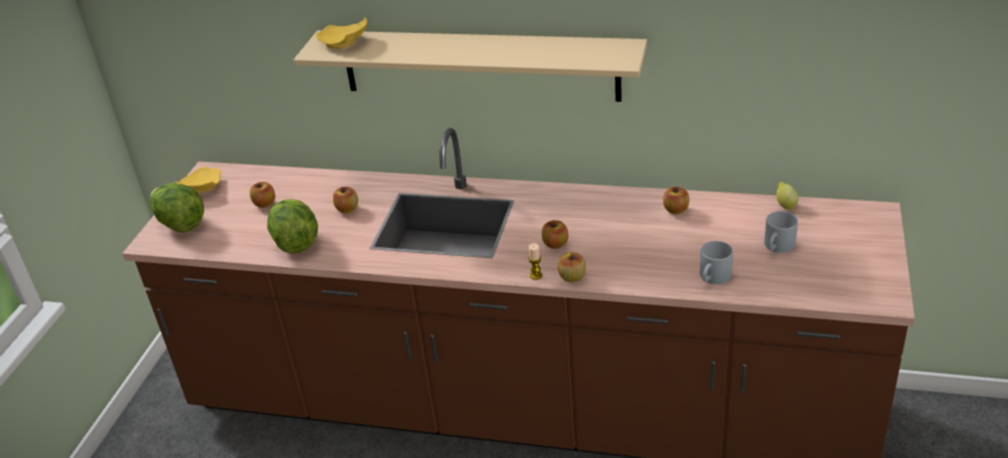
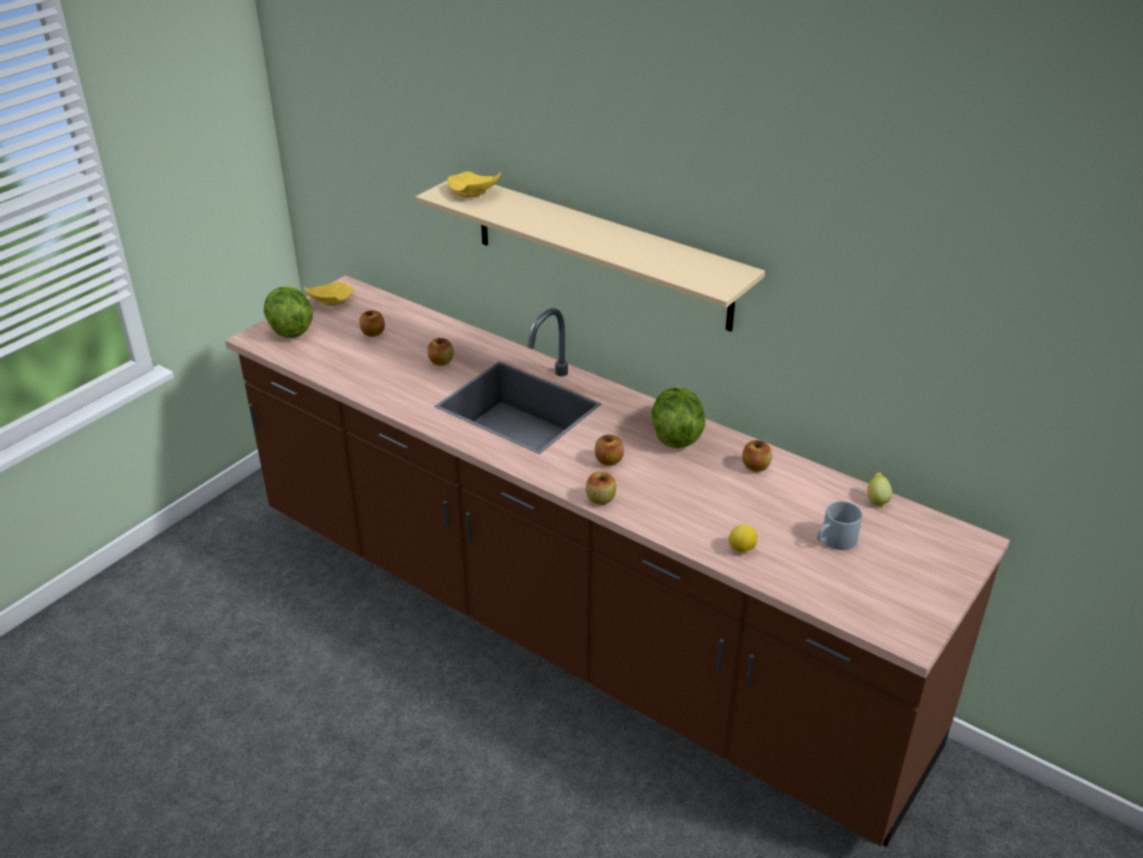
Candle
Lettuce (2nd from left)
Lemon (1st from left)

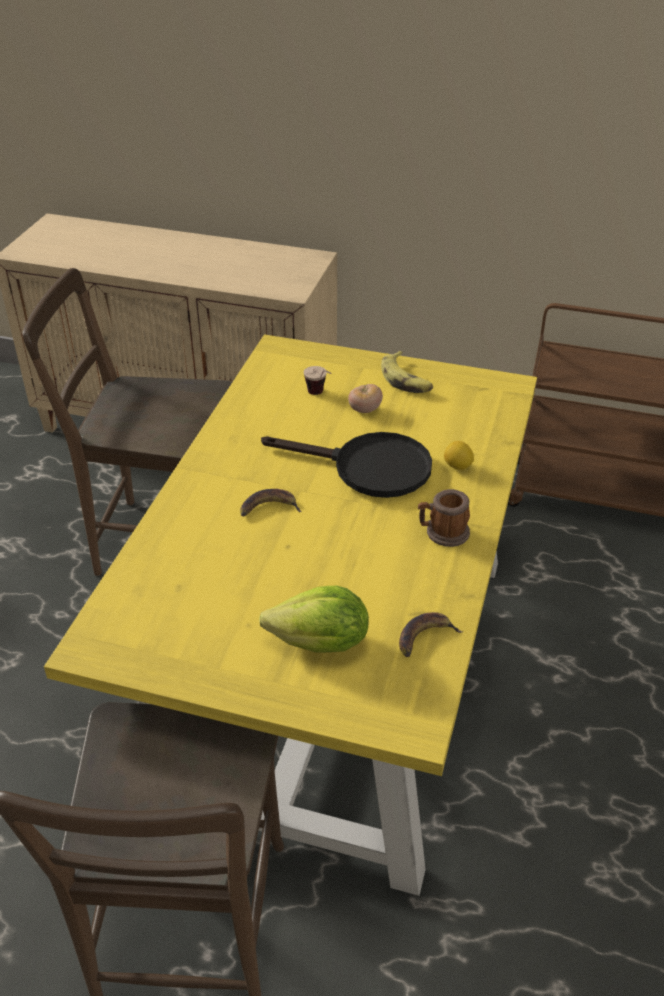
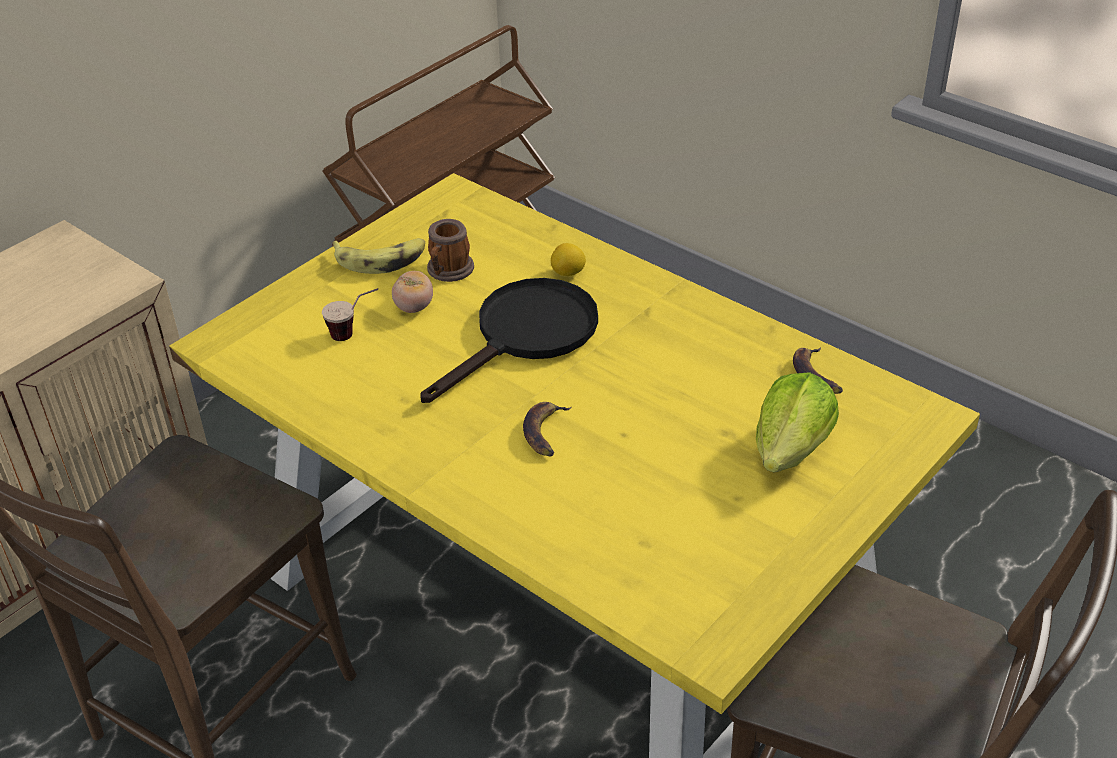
Mug

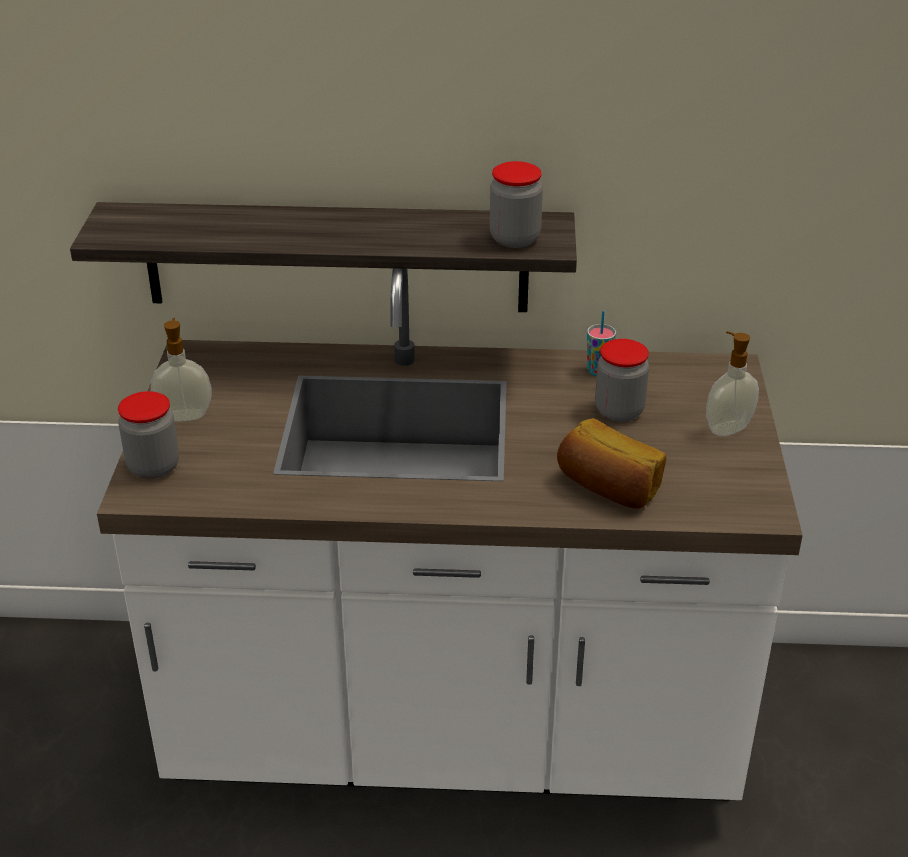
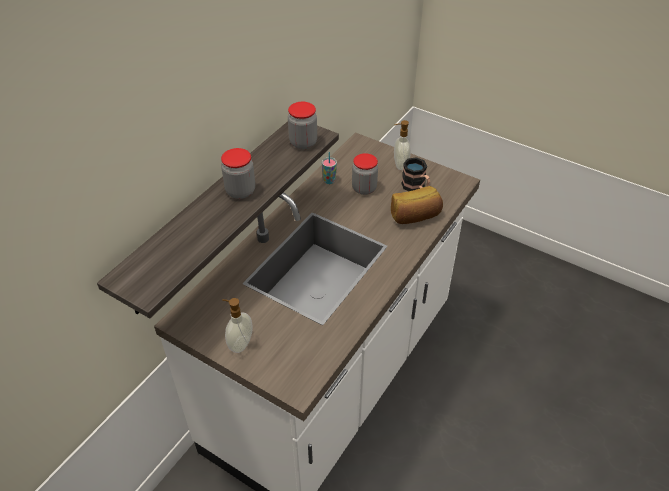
Mug
Jar (1st from left)

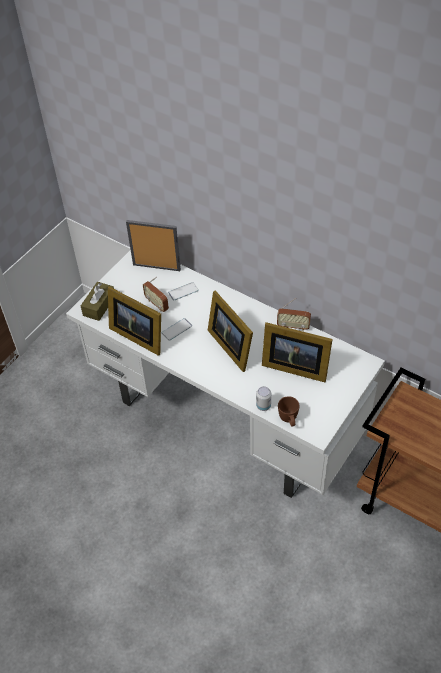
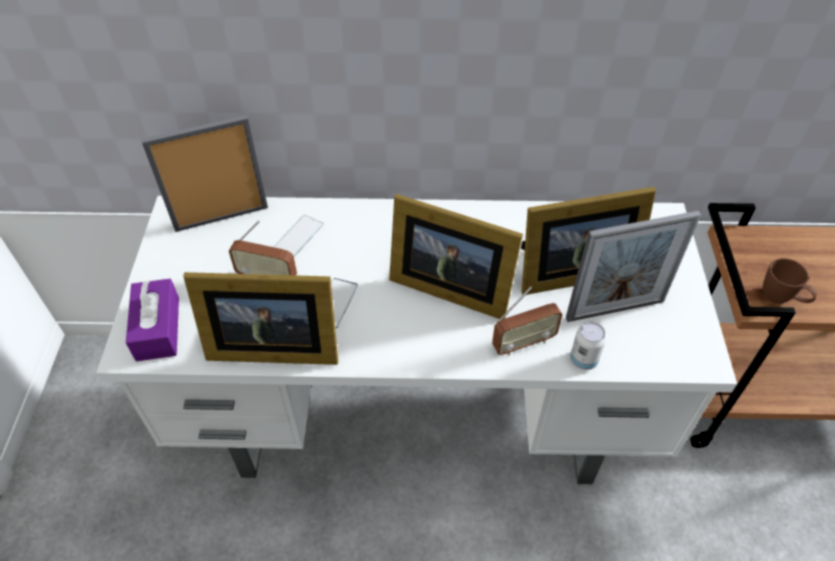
PictureFrame (5th from left)
Radio (2nd from left)
BrownMug
PurpleTissueBox

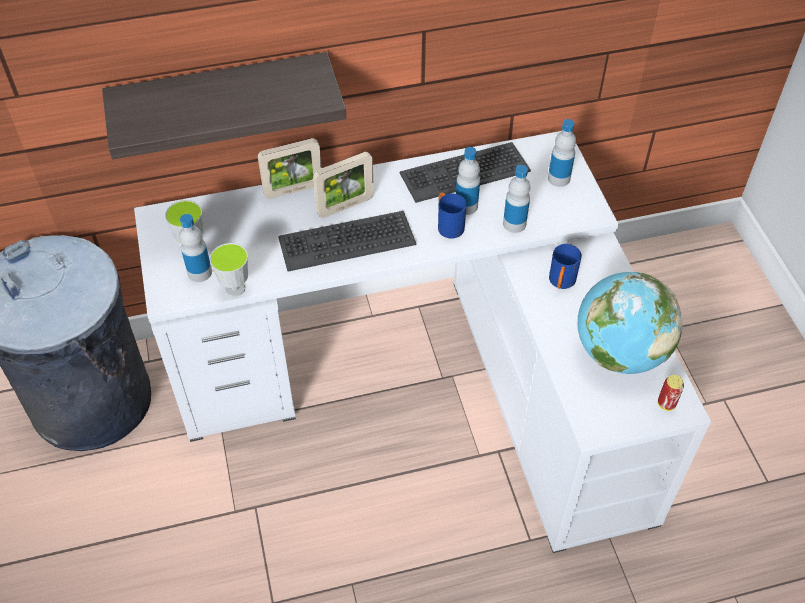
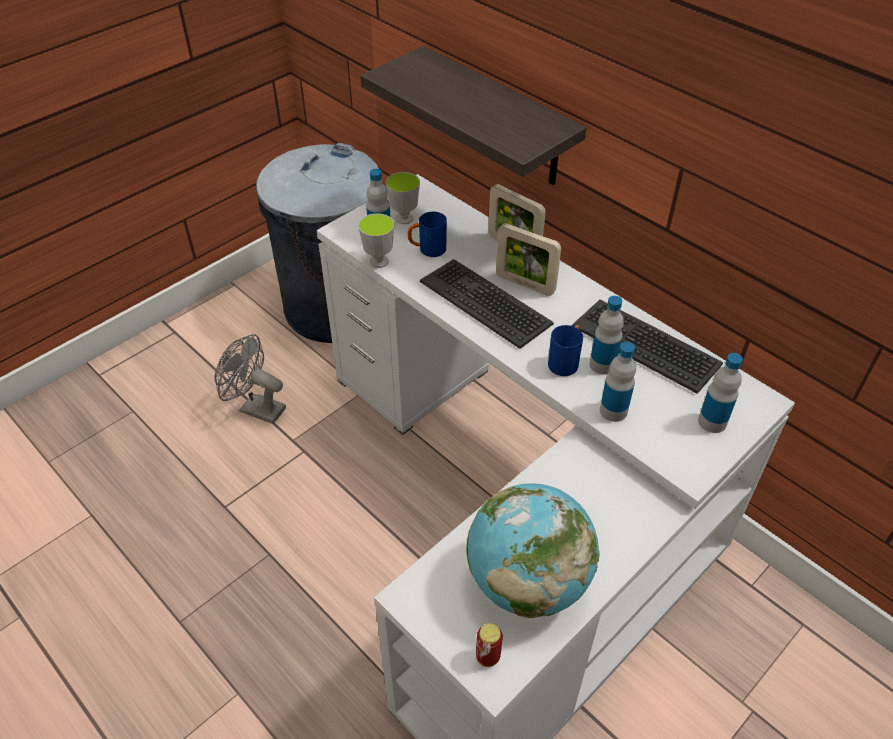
GreyFan
BlueMug (1st from left)

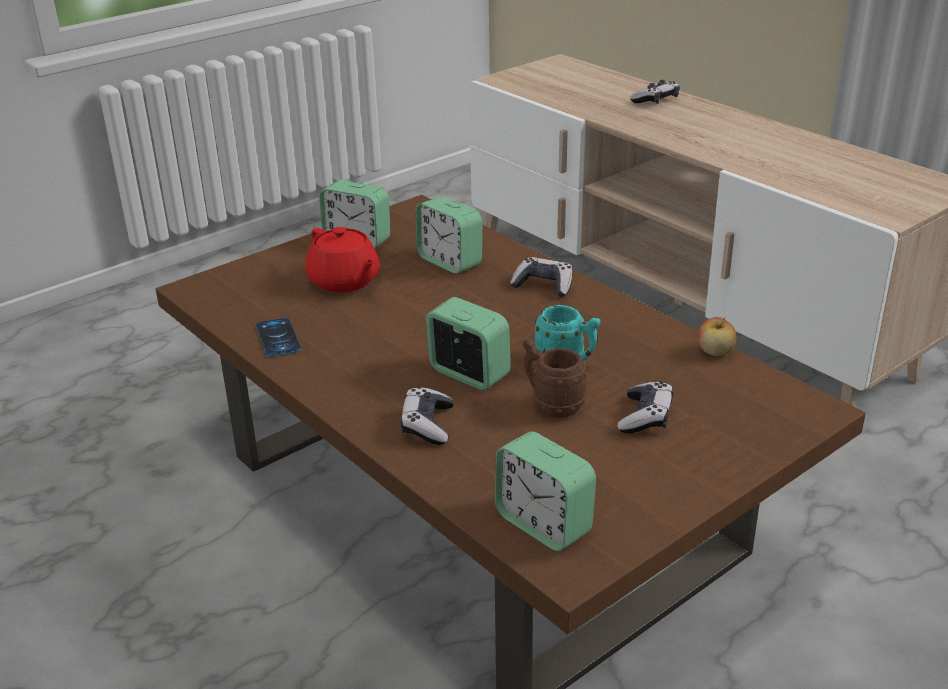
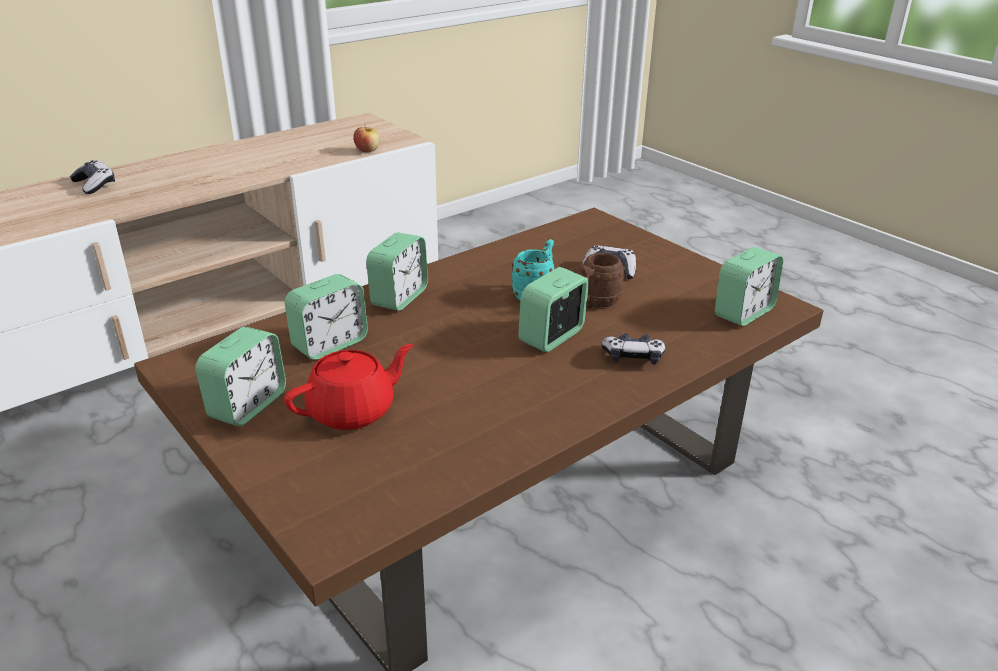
Phone
Apple
AlarmClock (3rd from left)

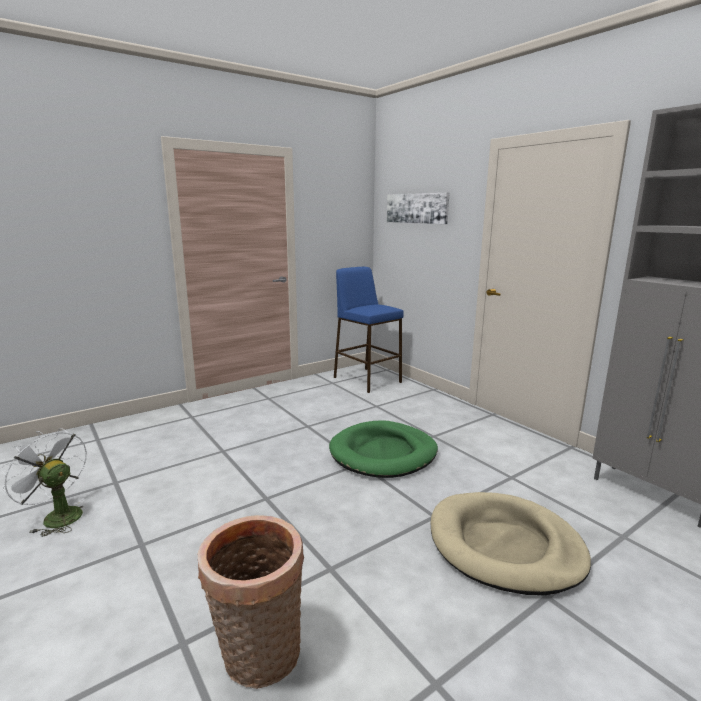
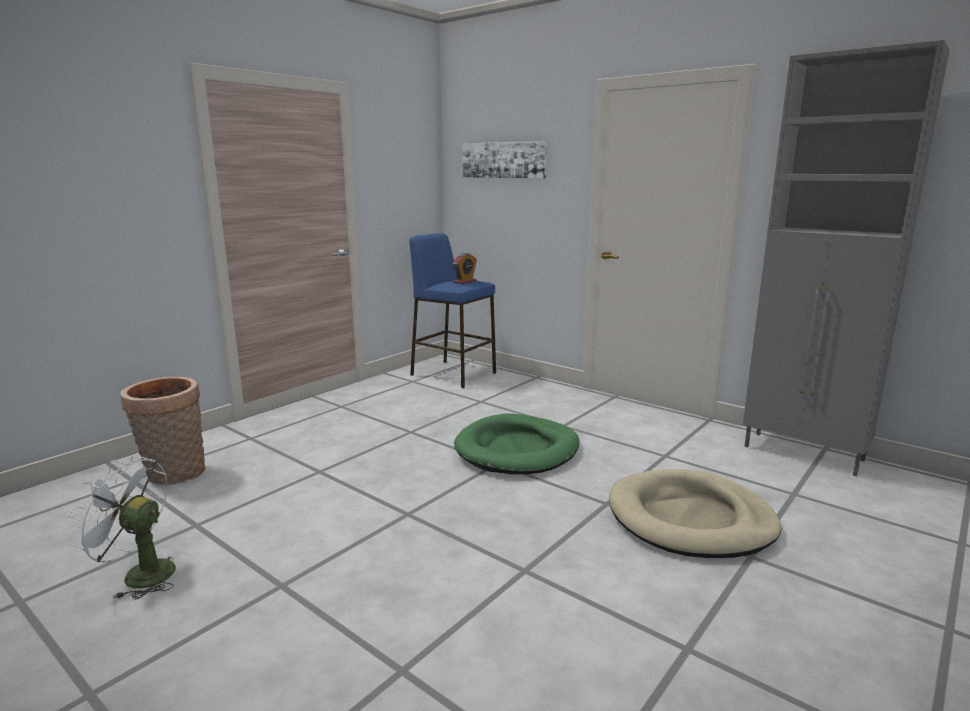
AlarmClock
Basket

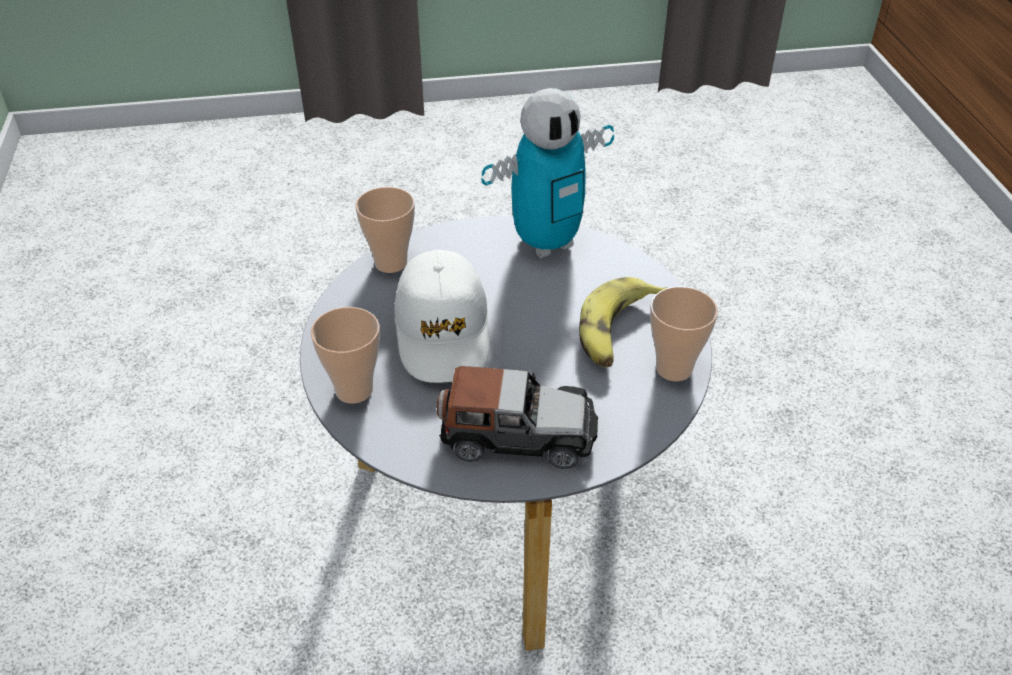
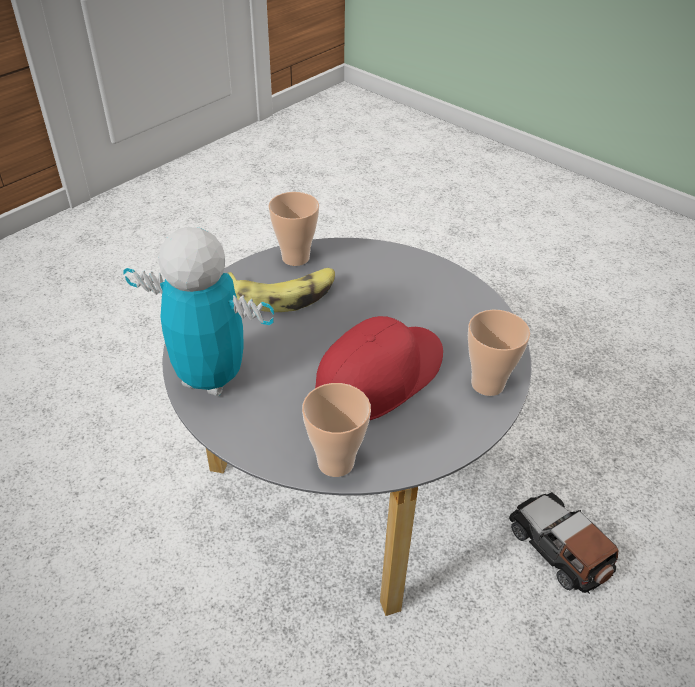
ToyCar
RedCap

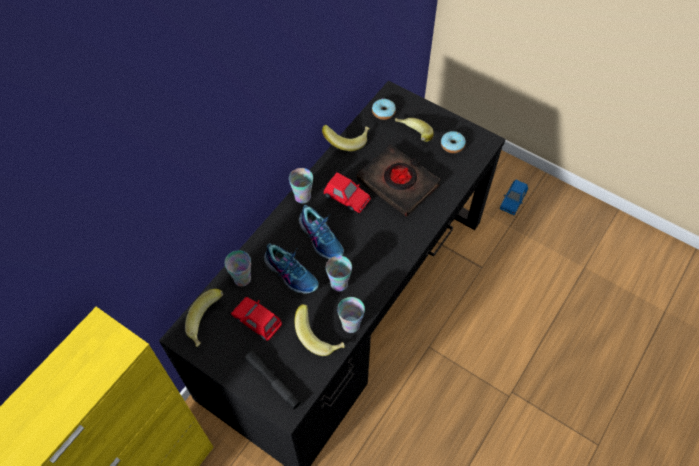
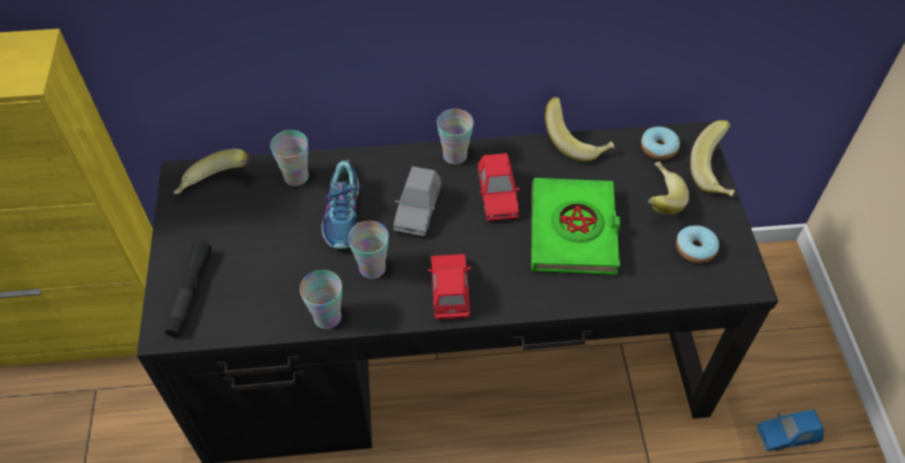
RedToyCar (1st from left)
Banana (4th from left)
GreyToyCar
GreenBook

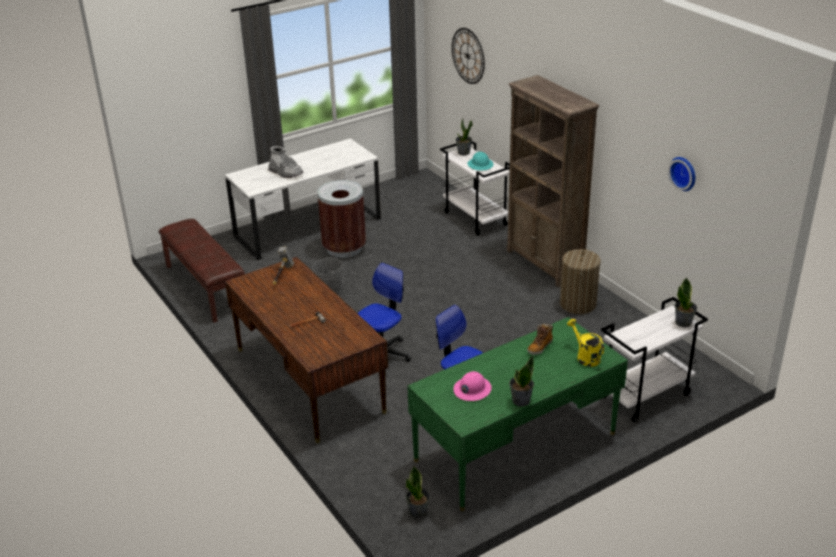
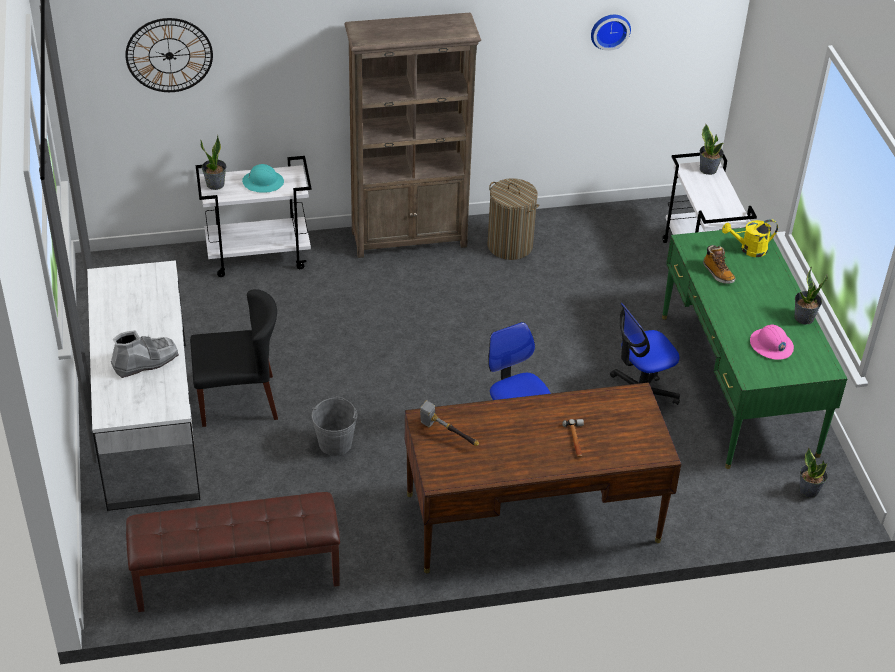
BlackChair

